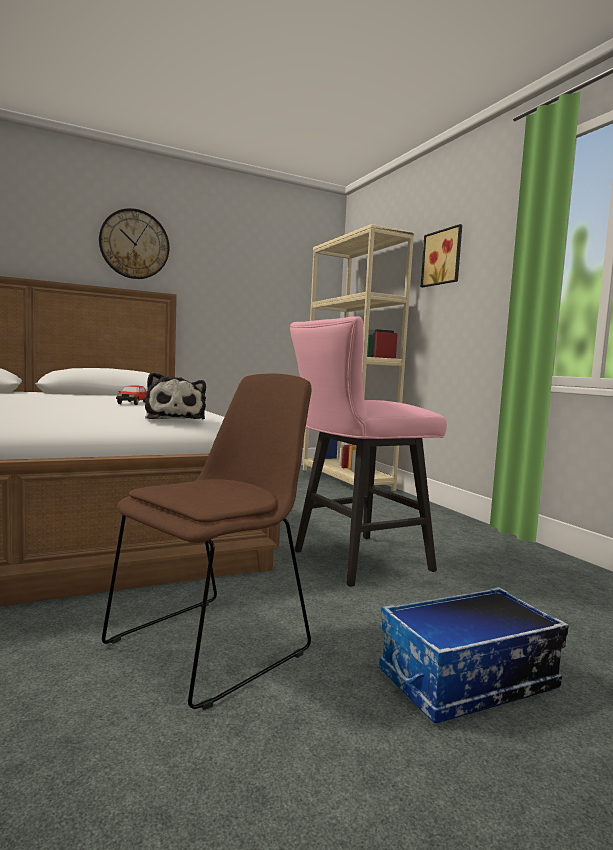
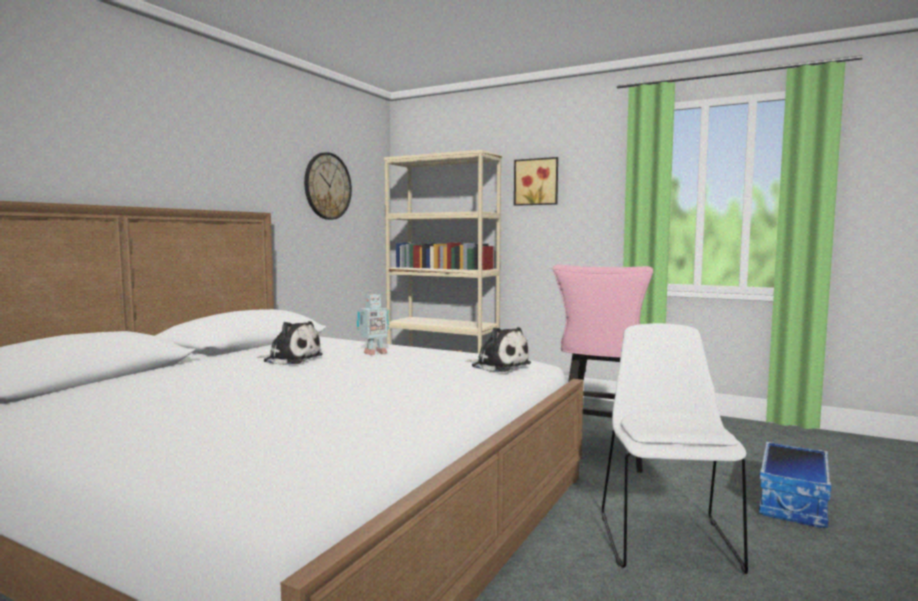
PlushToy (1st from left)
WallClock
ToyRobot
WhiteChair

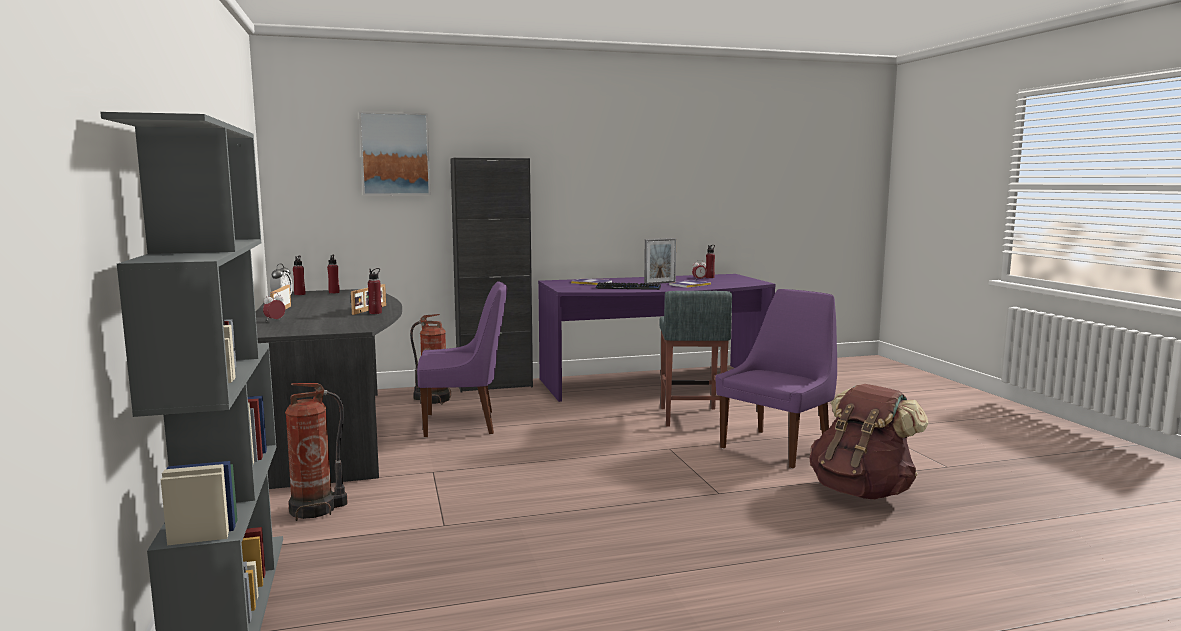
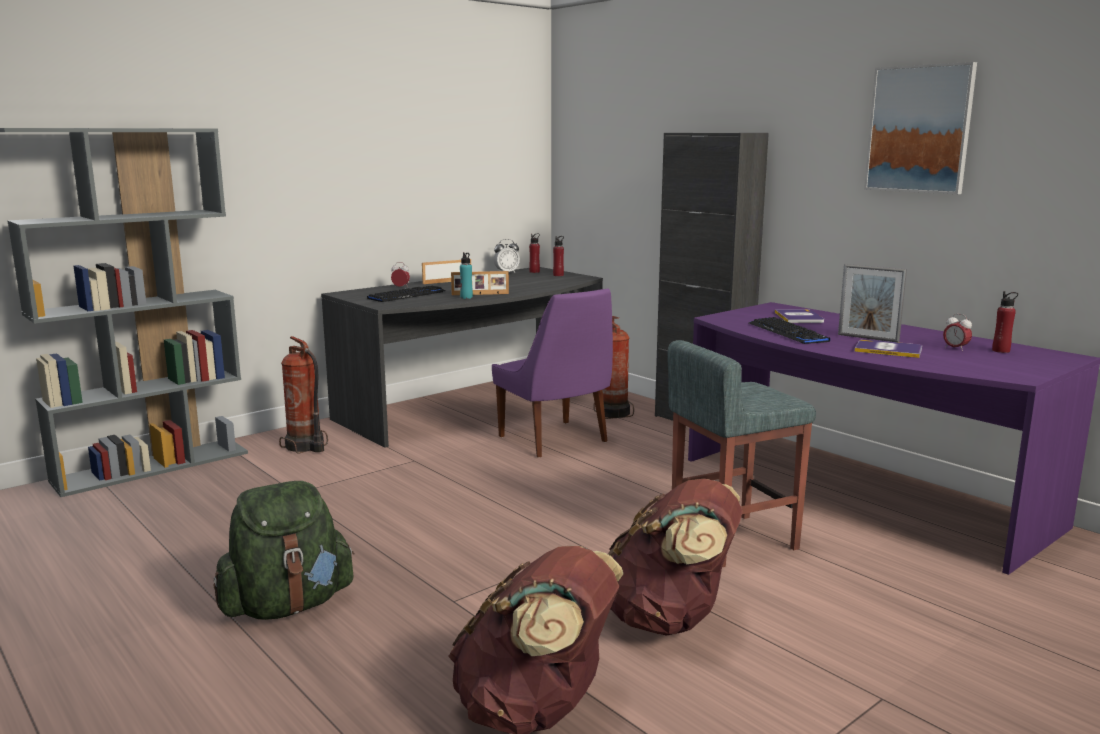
GreenBackpack
Keyboard (1st from left)
Picture
BrownBackpack (2nd from left)
TurquoiseBottle

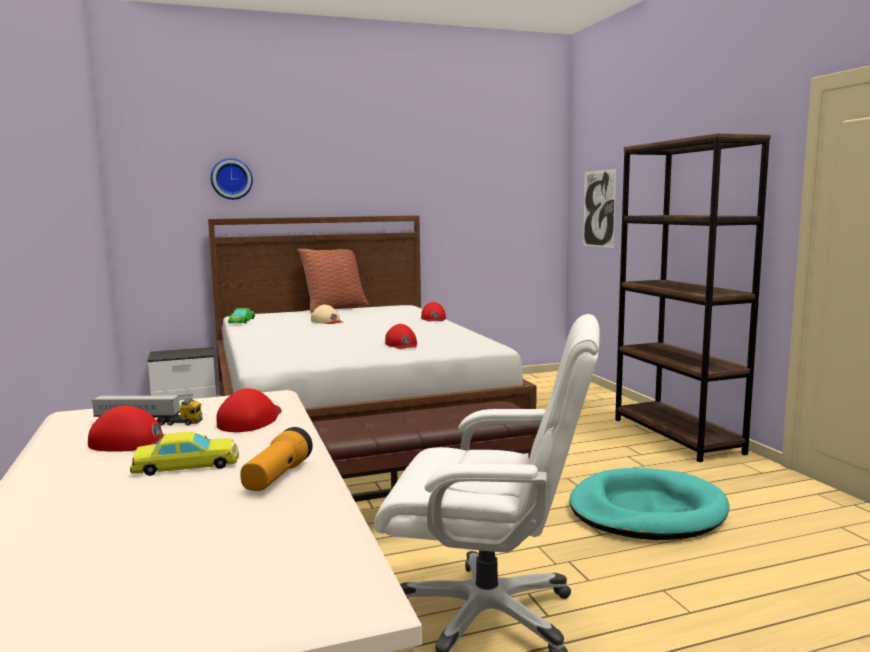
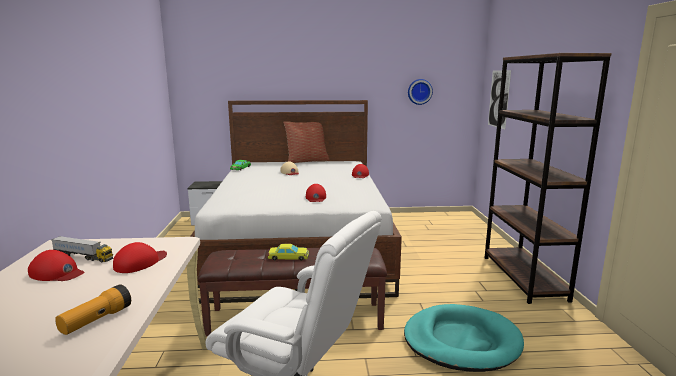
YellowToyCar
WallClock

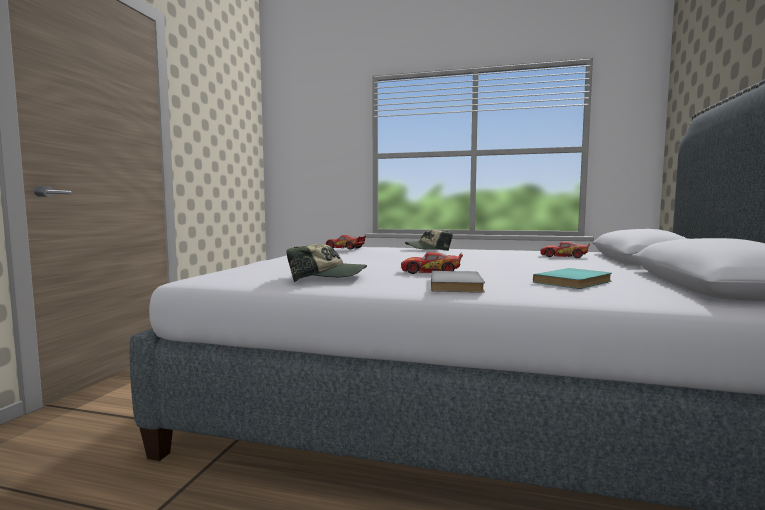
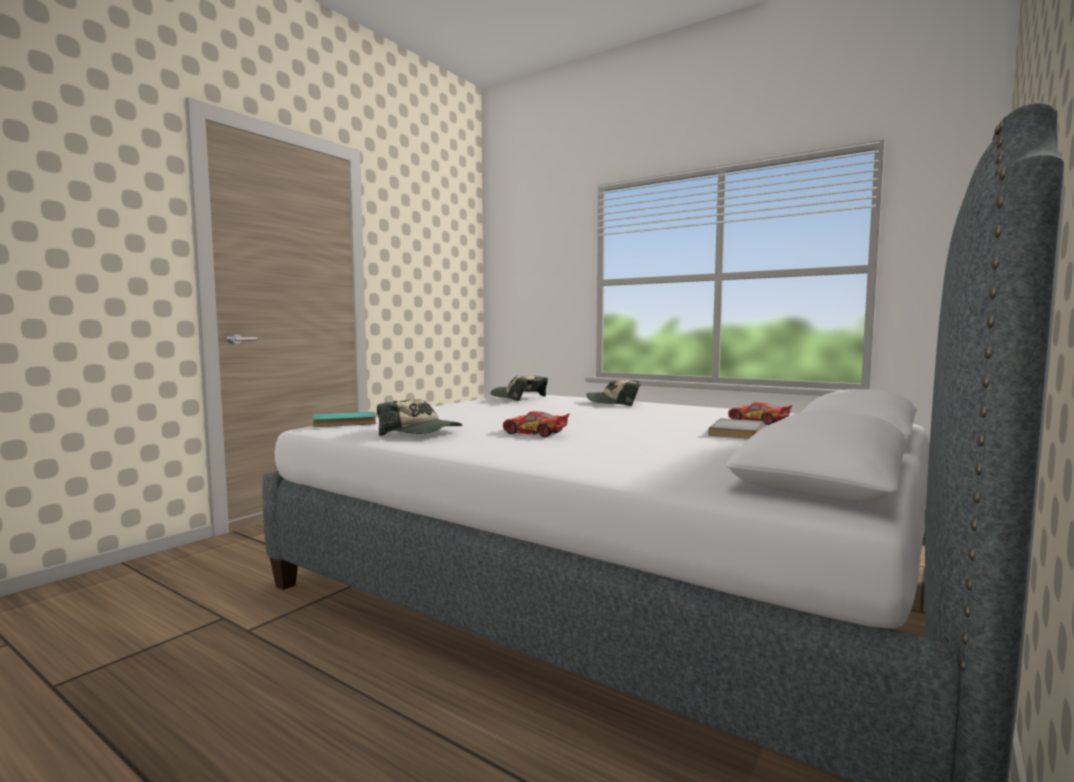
GreyBook
TurquoiseBook
Cap (2nd from left)

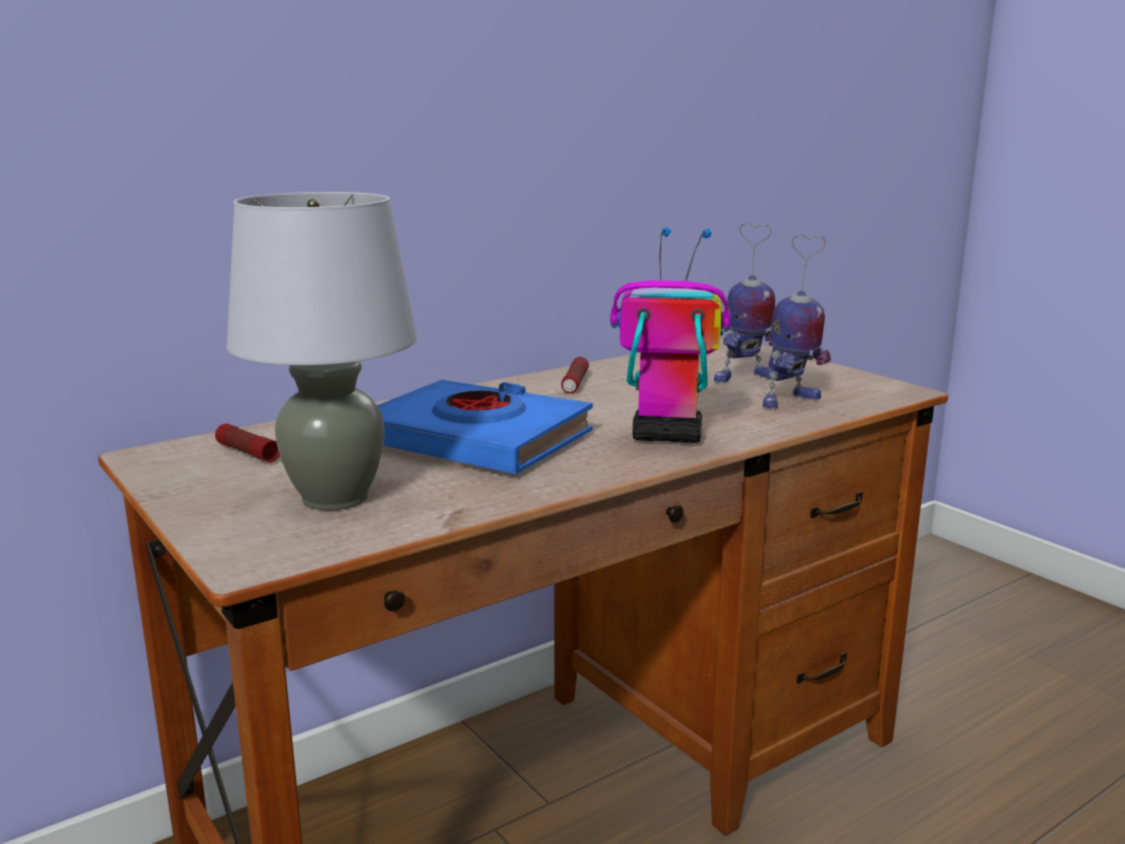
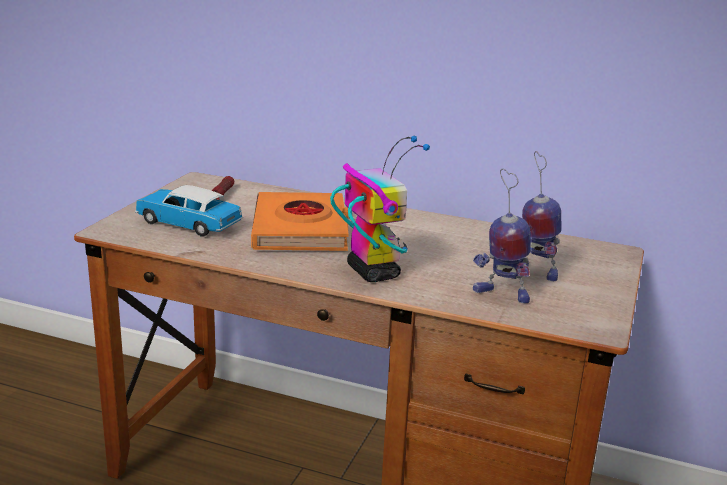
Flashlight (2nd from left in the first image)
ToyCar
OrangeBook

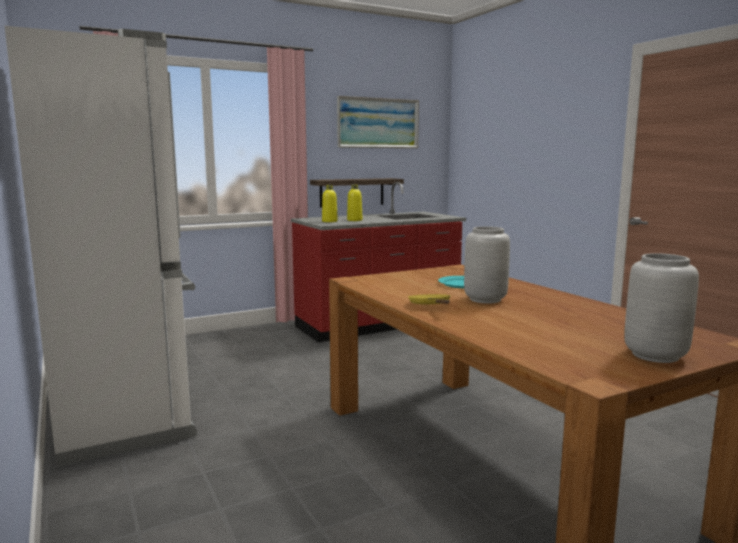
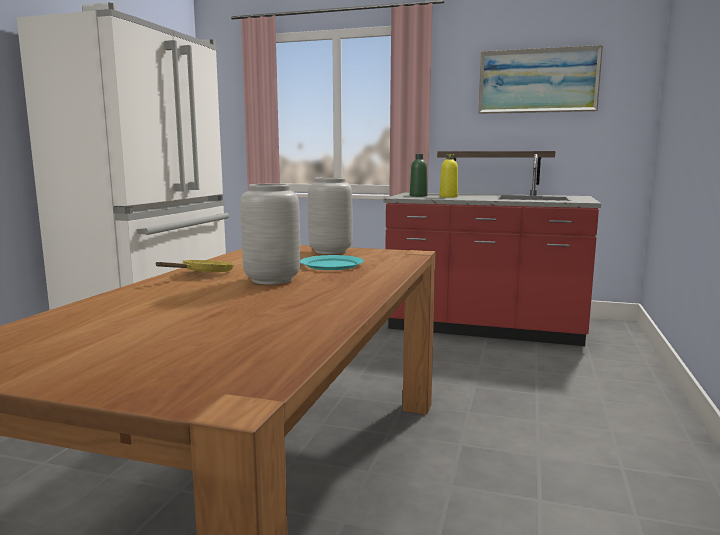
GreyVase (2nd from left)
GreenBottle

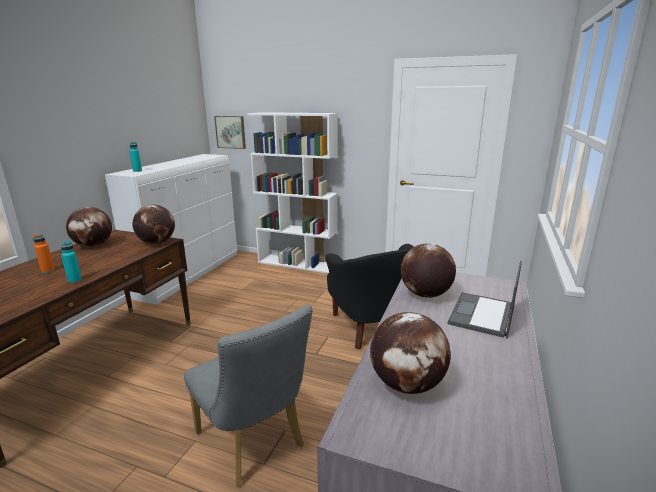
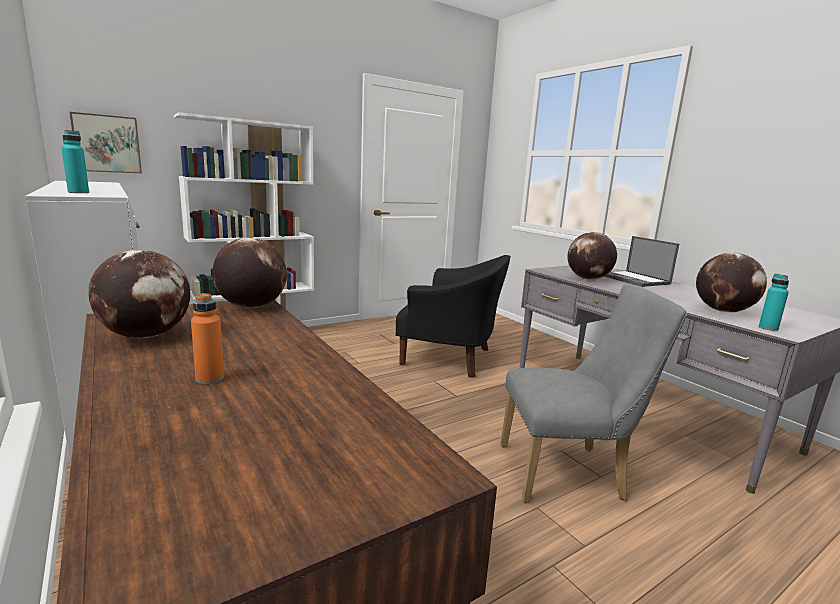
TurquoiseBottle (2nd from left)

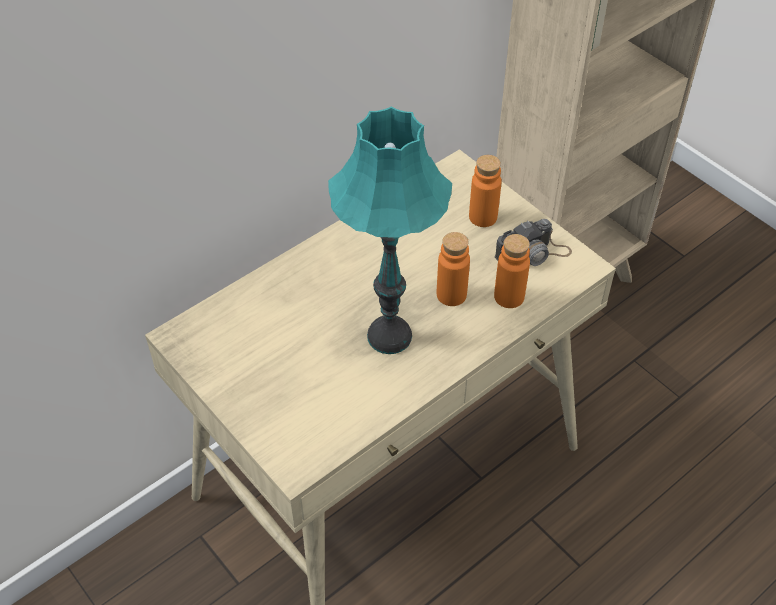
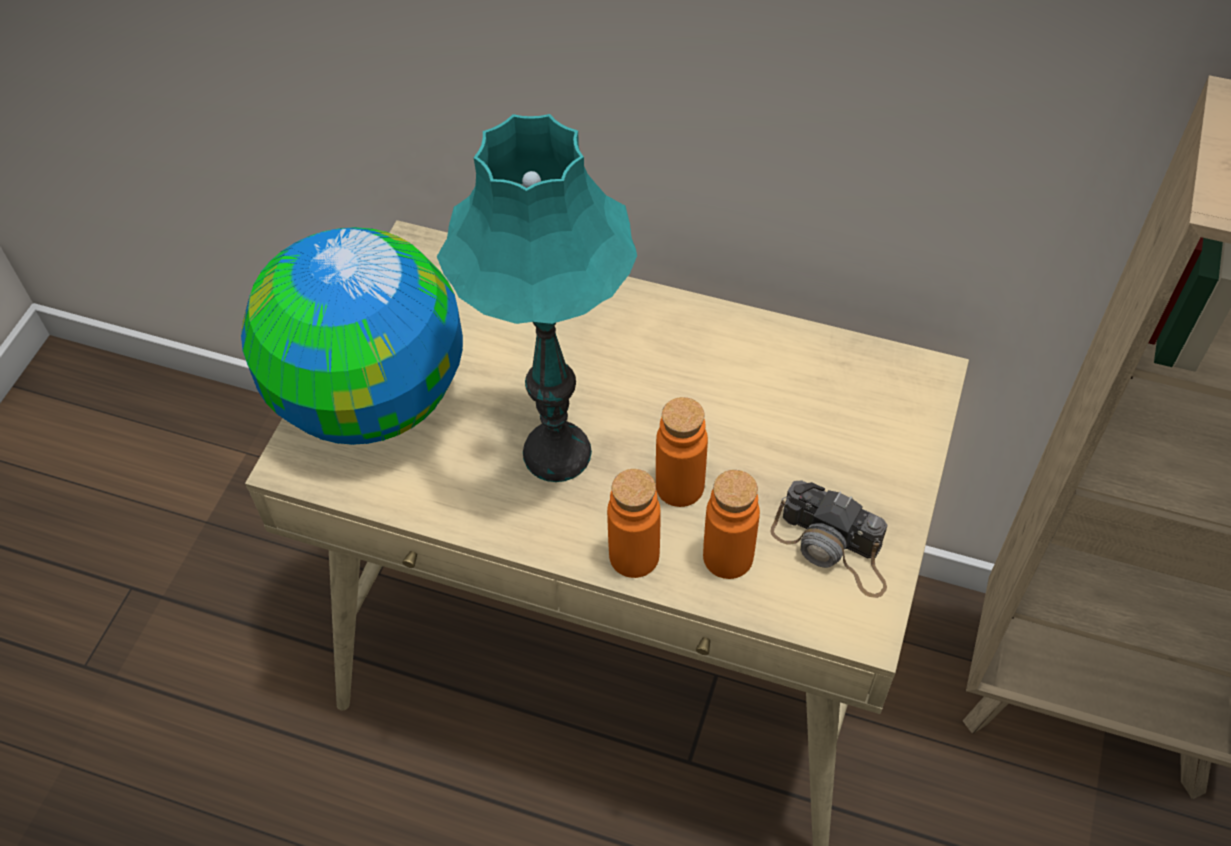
Globe
OrangeBottle (1st from left)

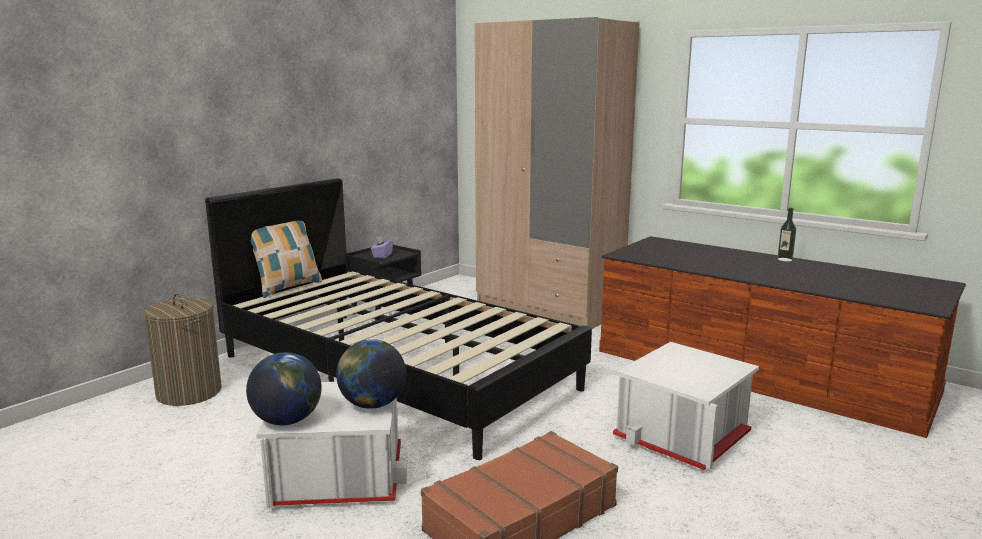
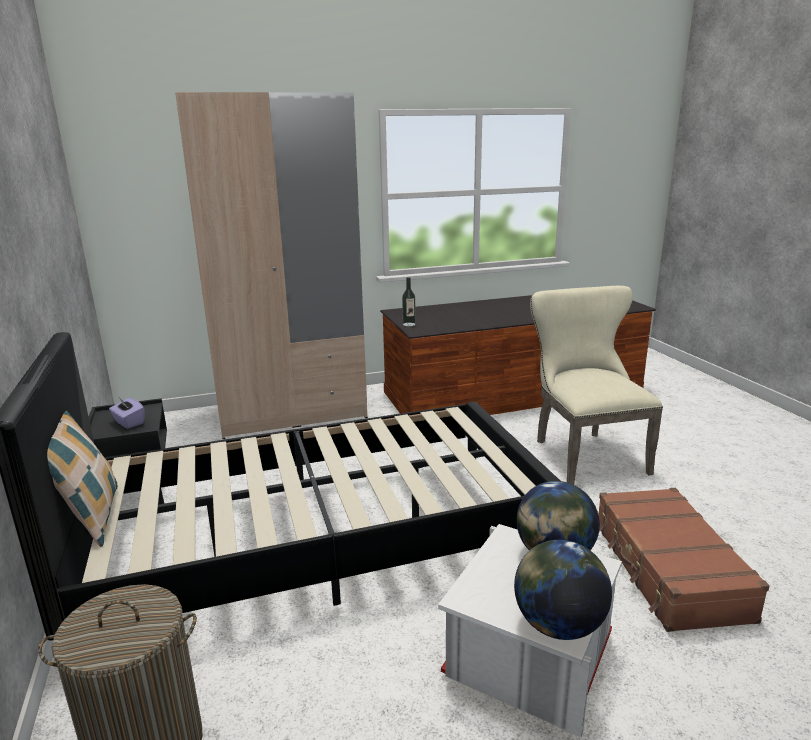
Bottle
BeigeChair

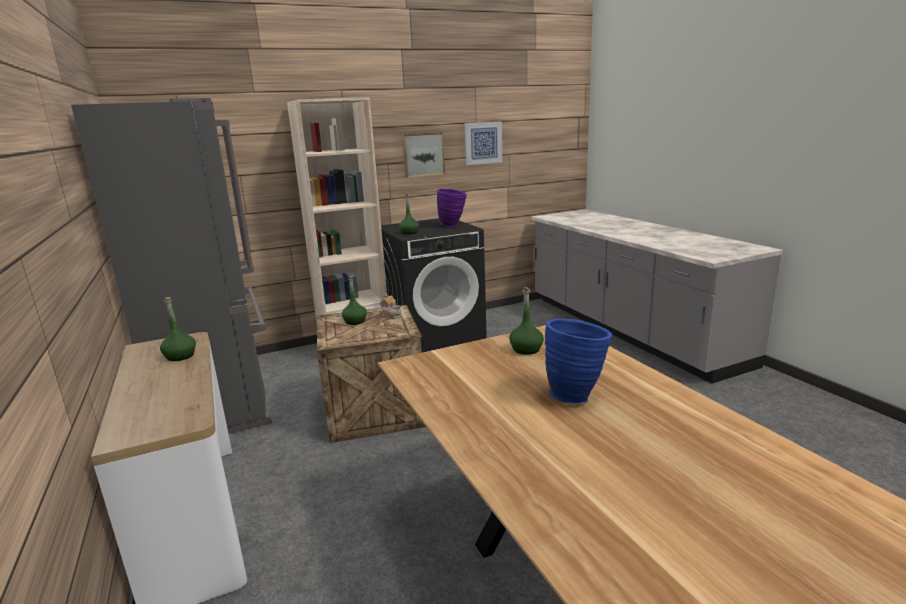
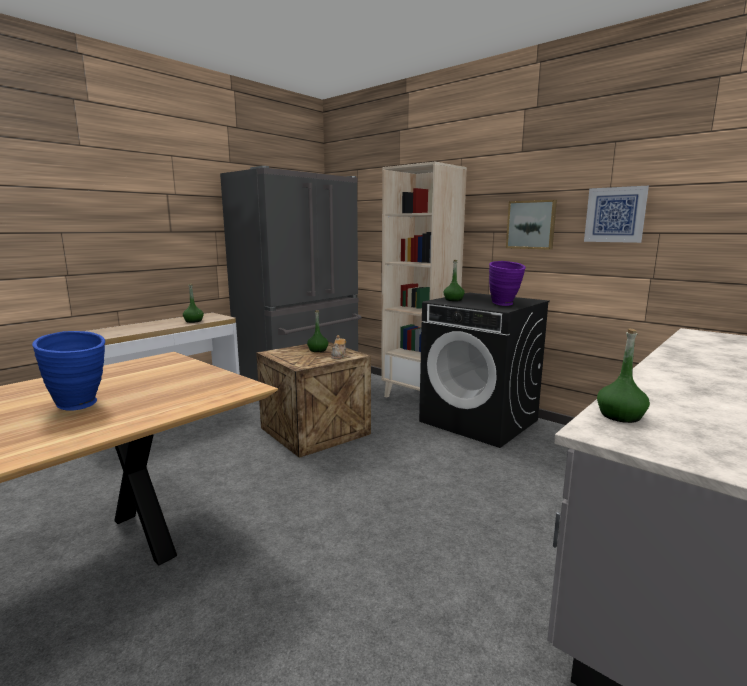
GreenBottle (4th from left)

